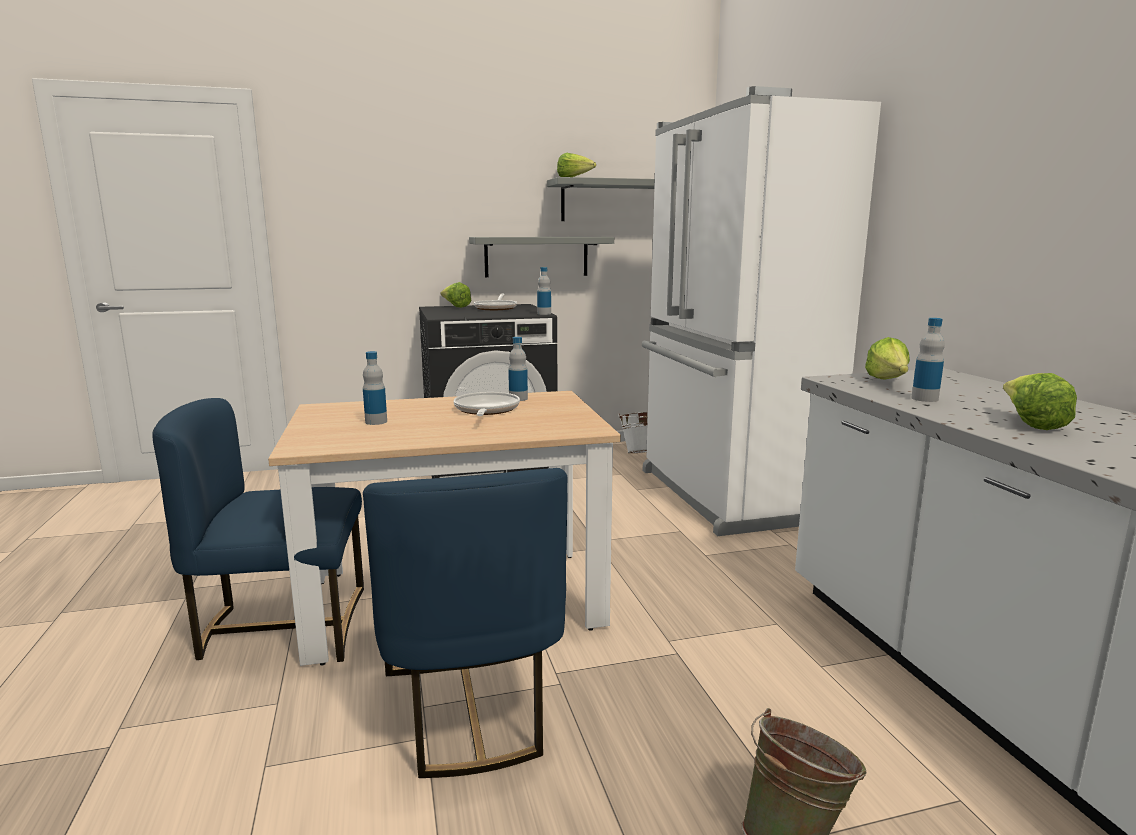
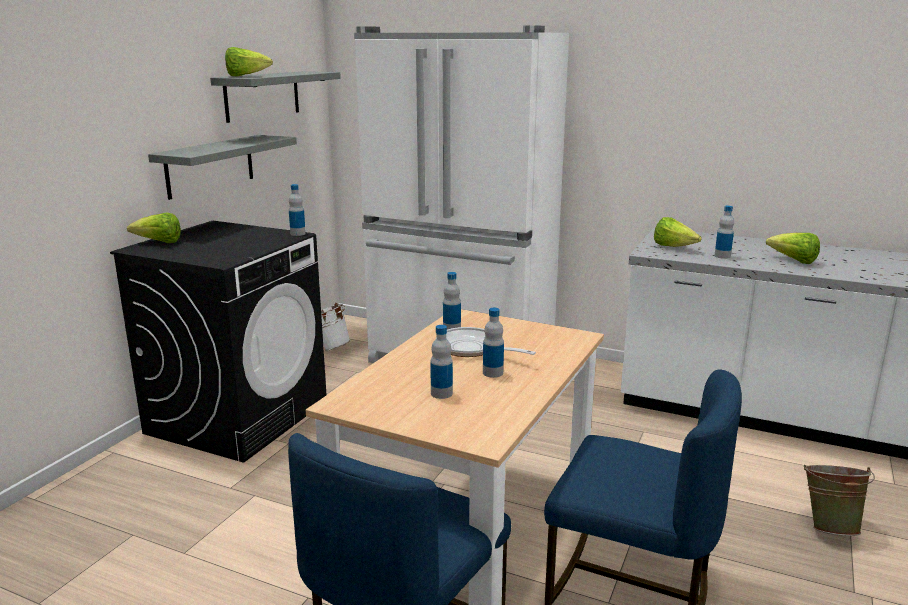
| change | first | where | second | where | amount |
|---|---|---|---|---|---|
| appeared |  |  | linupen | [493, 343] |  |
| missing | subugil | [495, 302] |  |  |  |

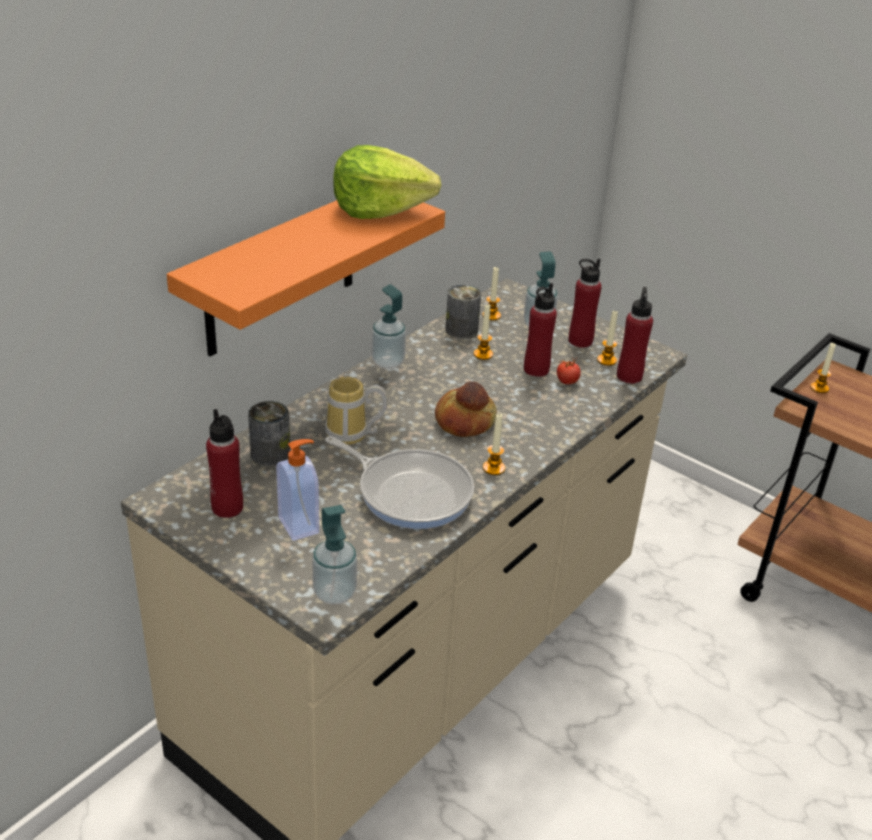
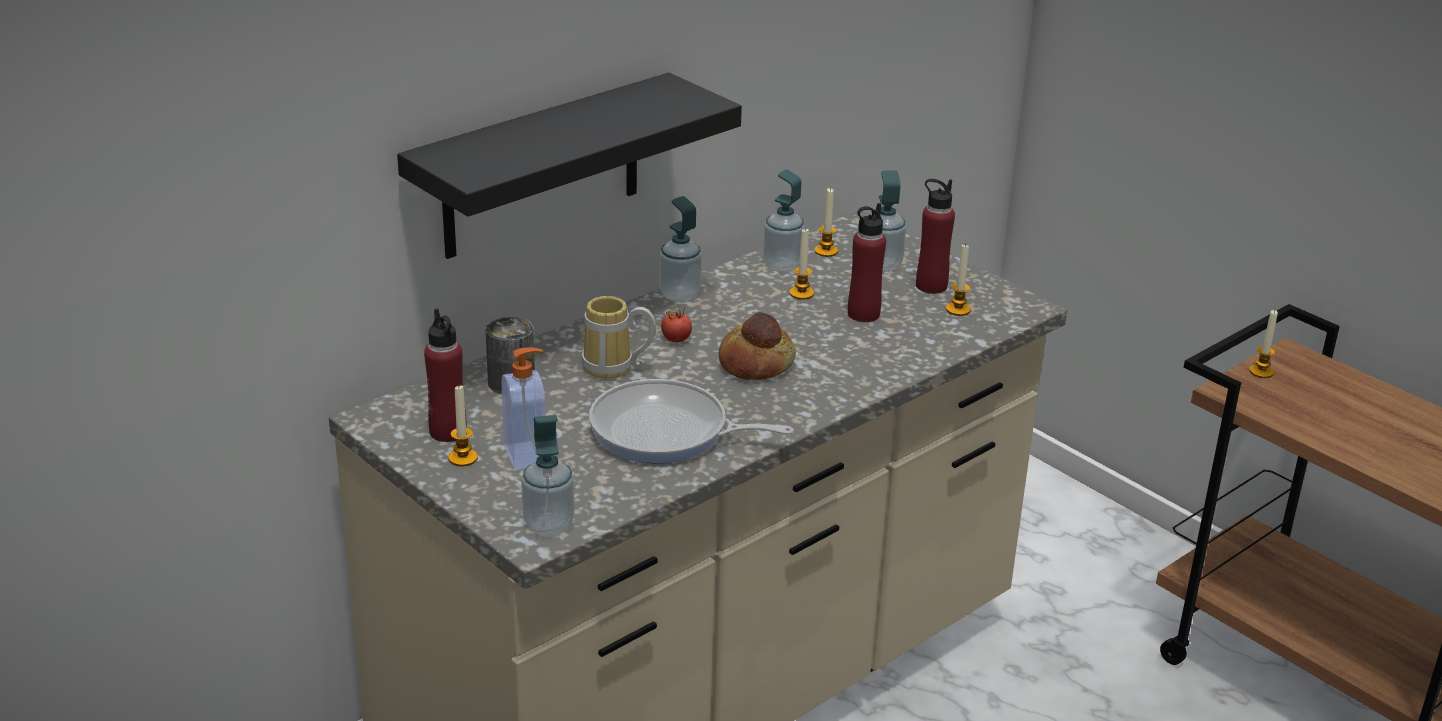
| change | first | where | second | where | amount |
|---|---|---|---|---|---|
| colour | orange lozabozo | [306, 278] | black lozabozo | [569, 166] |  |
| relocated | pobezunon | [494, 444] |  | [463, 425] |  |
| spun | subugil | [399, 482] |  | [691, 421] | 150 degrees clockwise |
| relocated | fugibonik | [569, 370] |  | [676, 324] |  |
| exchanged | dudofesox | [463, 311] | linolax | [784, 220] |  |
| missing | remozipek | [387, 182] |  |  |  |
| missing | red linupen | [635, 335] |  |  |  |

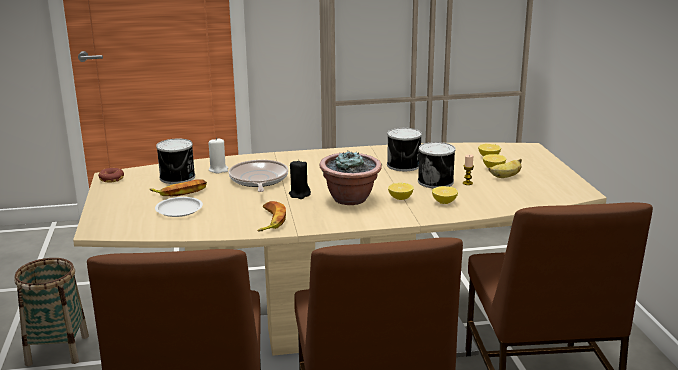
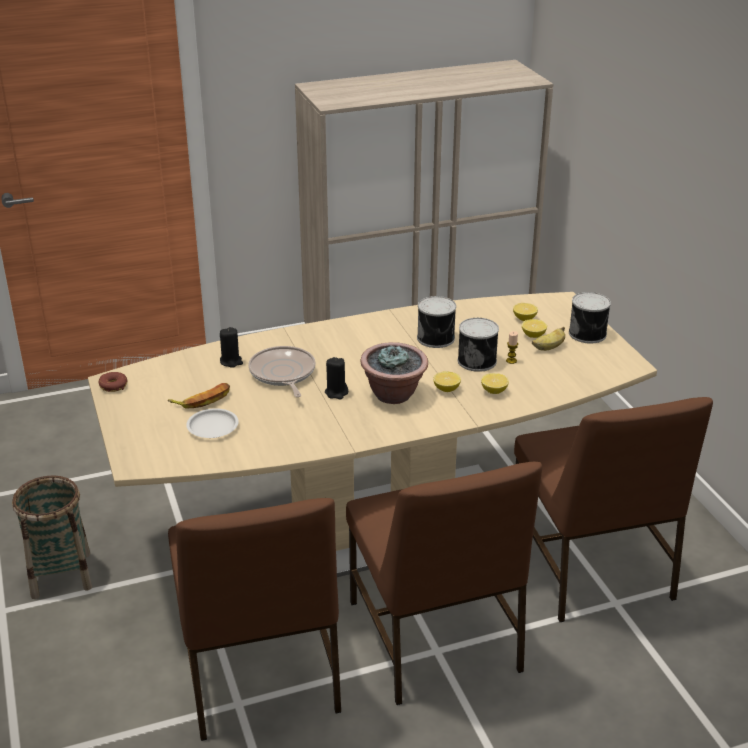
| change | first | where | second | where | amount |
|---|---|---|---|---|---|
| colour | white pobezunon | [218, 155] | black pobezunon | [231, 347] |  |
| relocated | dudofesox | [175, 161] |  | [590, 317] |  |
| missing | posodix | [271, 216] |  |  |  |

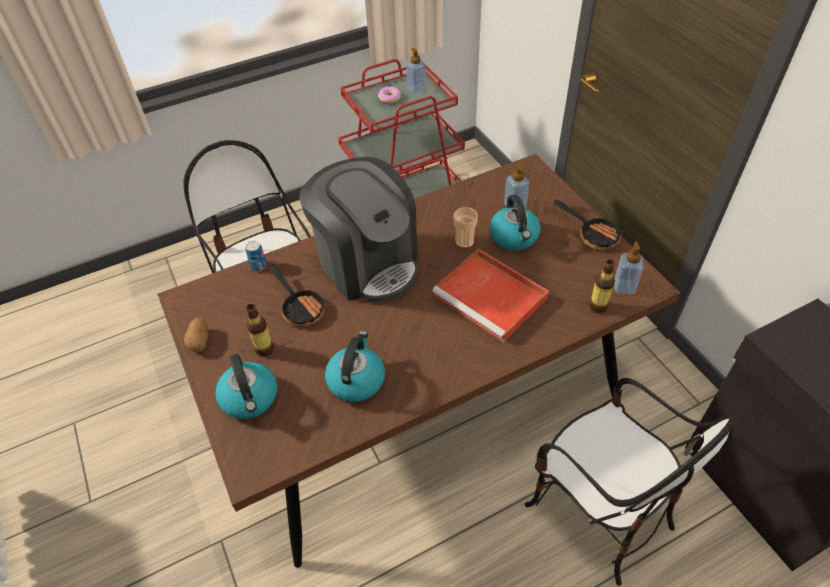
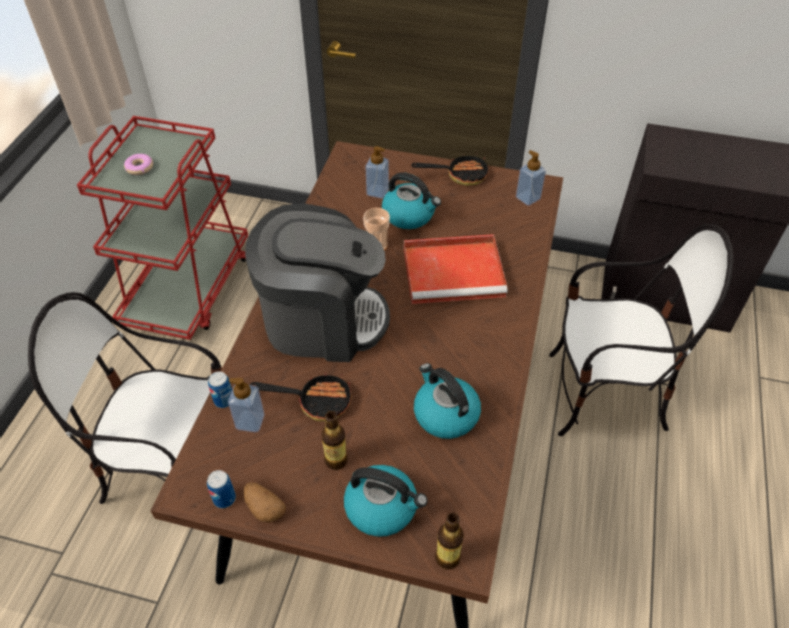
| change | first | where | second | where | amount |
|---|---|---|---|---|---|
| appeared |  |  | dudofesox | [221, 489] |  |
| relocated | linolax | [416, 71] |  | [246, 405] |  |
| relocated | linupen | [602, 286] |  | [449, 541] |  |

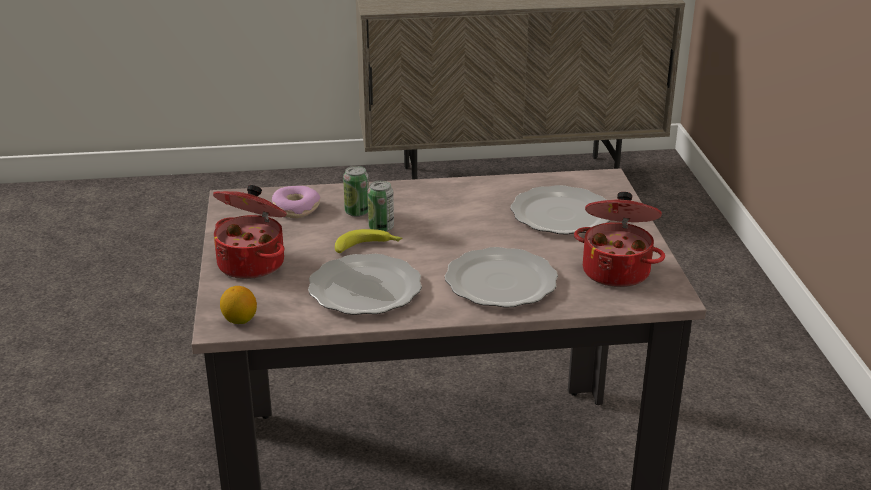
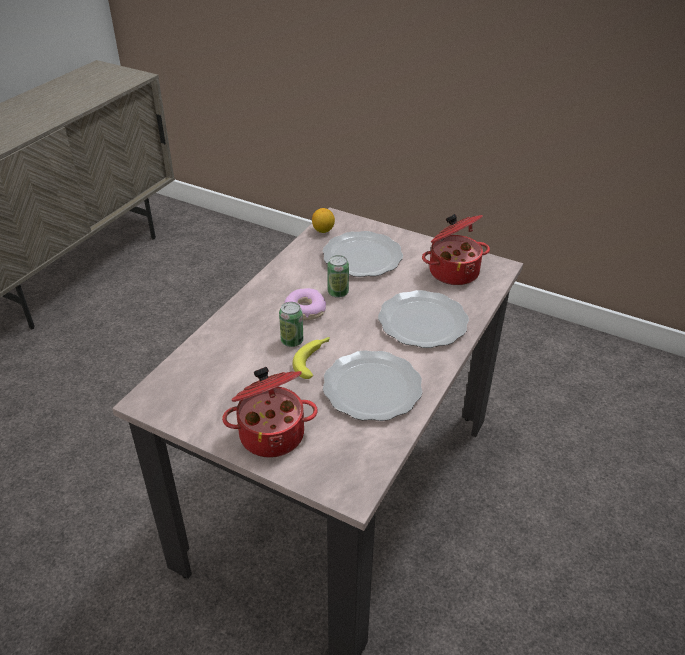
| change | first | where | second | where | amount |
|---|---|---|---|---|---|
| relocated | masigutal | [296, 202] |  | [305, 304] |  |
| relocated | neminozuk | [238, 305] |  | [323, 220] |  |
| relocated | dudofesox | [356, 191] |  | [338, 276] |  |

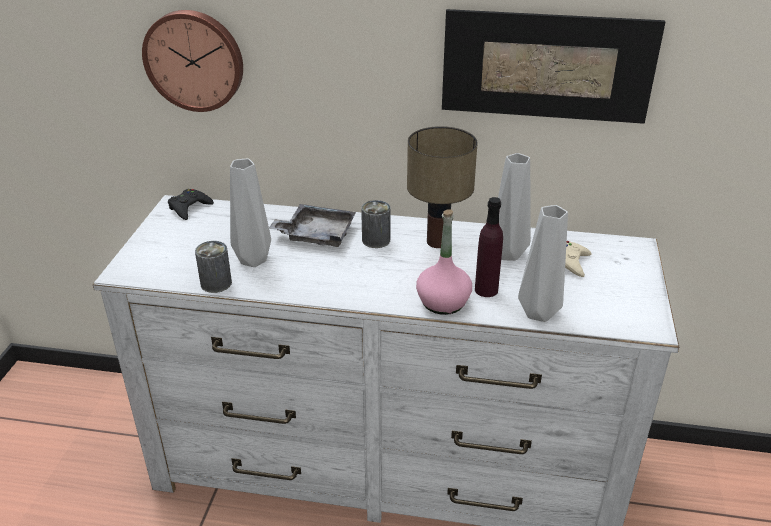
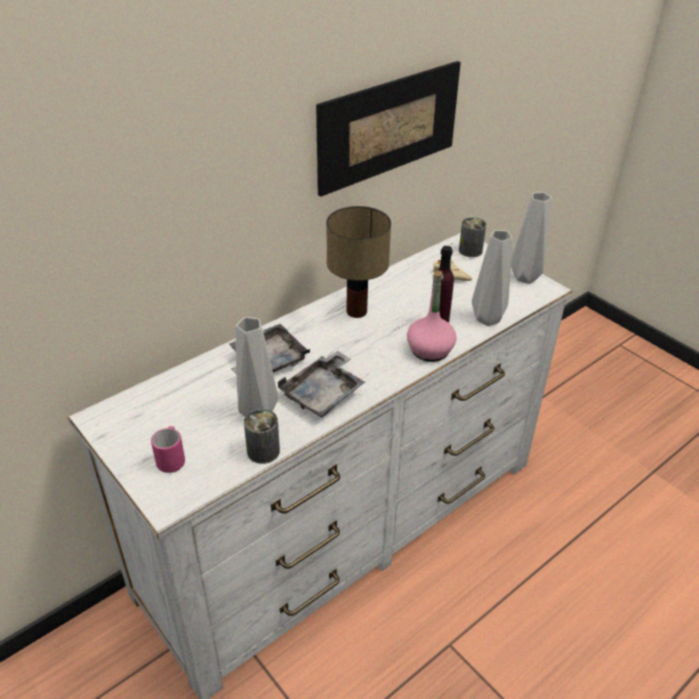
| change | first | where | second | where | amount |
|---|---|---|---|---|---|
| appeared |  |  | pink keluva | [168, 449] |  |
| appeared |  |  | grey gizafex | [321, 384] |  |
| relocated | dudofesox | [376, 224] |  | [472, 237] |  |
| relocated | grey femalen | [514, 207] |  | [531, 238] |  |
| missing | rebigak | [192, 61] |  |  |  |
| missing | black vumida | [191, 204] |  |  |  |

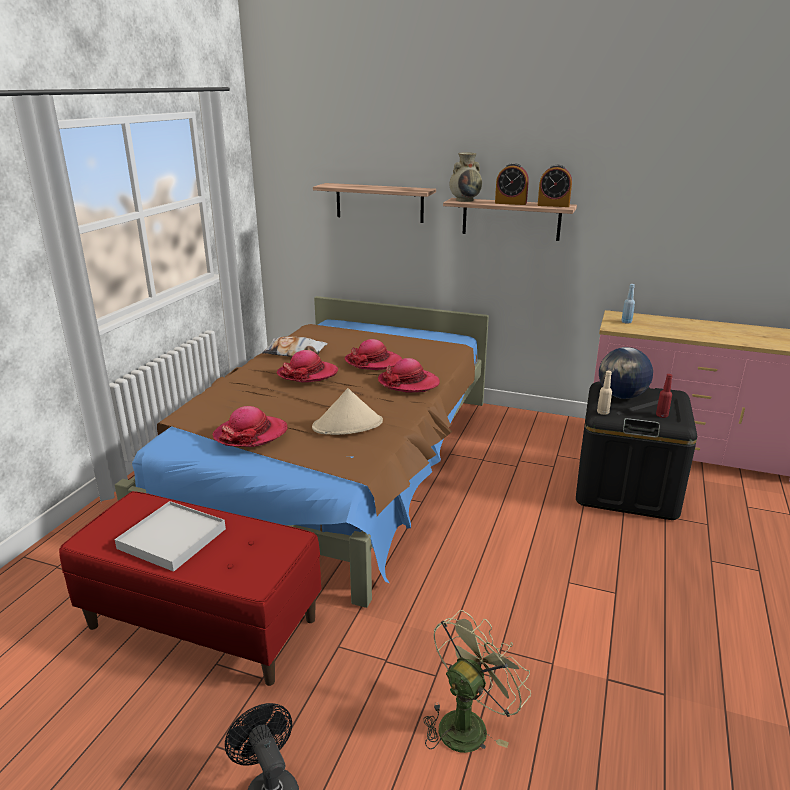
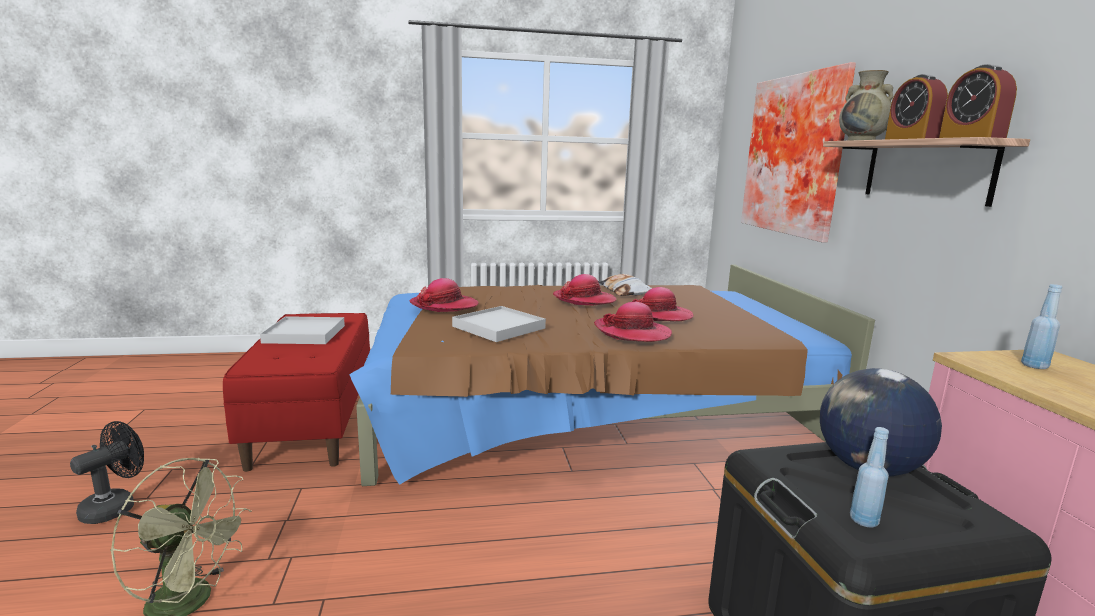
| change | first | where | second | where | amount |
|---|---|---|---|---|---|
| exchanged | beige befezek | [347, 411] | white gizafex | [499, 324] |  |
| exchanged | lozabozo | [374, 203] | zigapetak | [798, 152] |  |
| colour | red linupen | [664, 396] | blue linupen | [869, 477] |  |
| missing | beige linupen | [604, 393] |  |  |  |

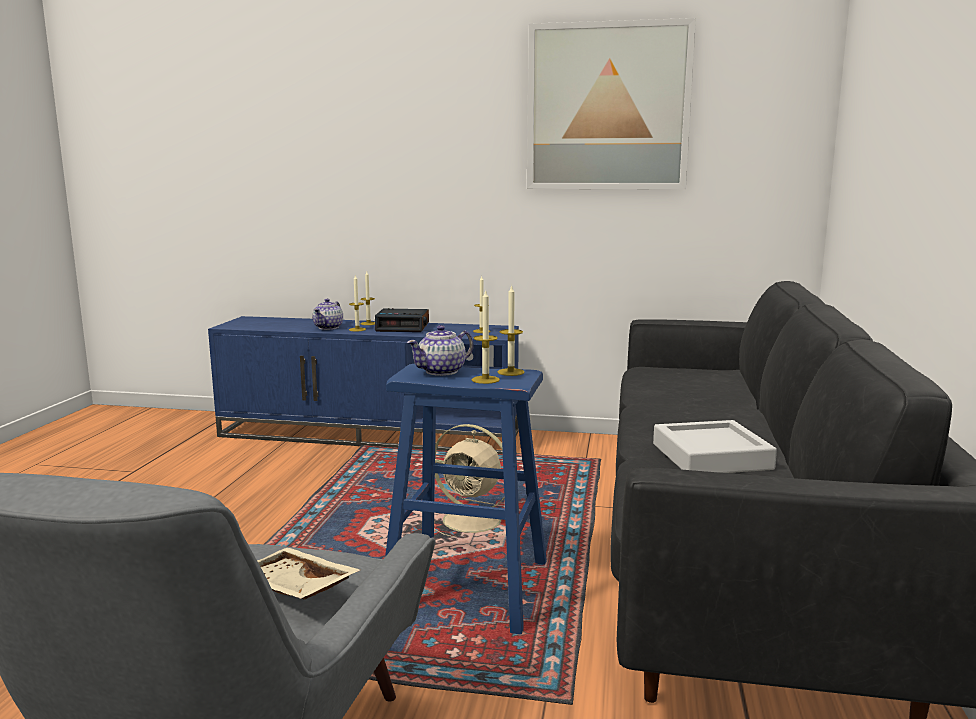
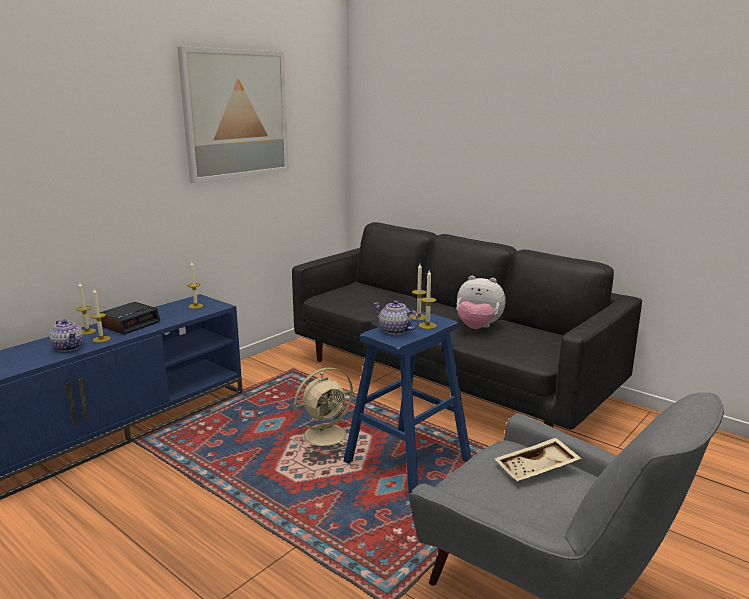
| change | first | where | second | where | amount |
|---|---|---|---|---|---|
| spun | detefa | [440, 350] |  | [396, 317] | 135 degrees clockwise |
| exchanged | grey gizafex | [715, 446] | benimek | [481, 302] |  |

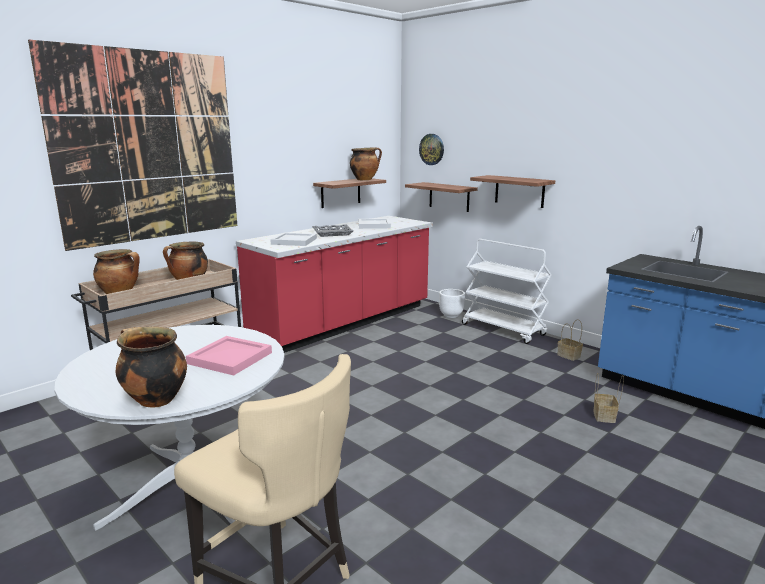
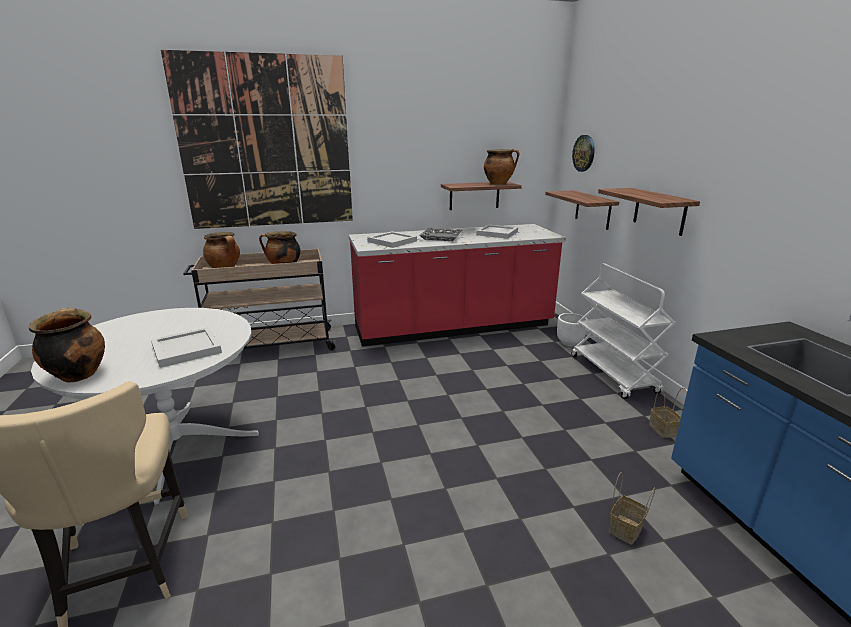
| change | first | where | second | where | amount |
|---|---|---|---|---|---|
| colour | pink gizafex | [229, 355] | white gizafex | [186, 347] |  |

